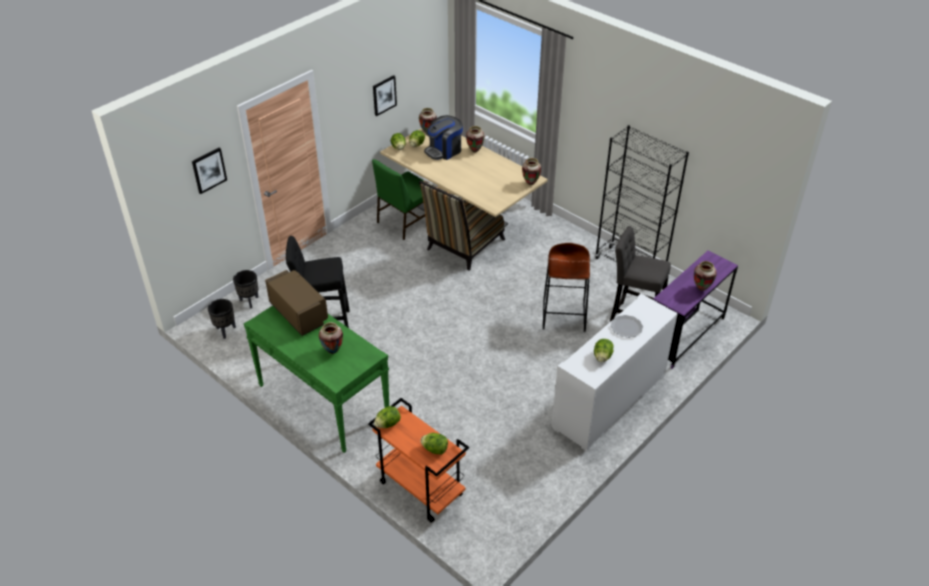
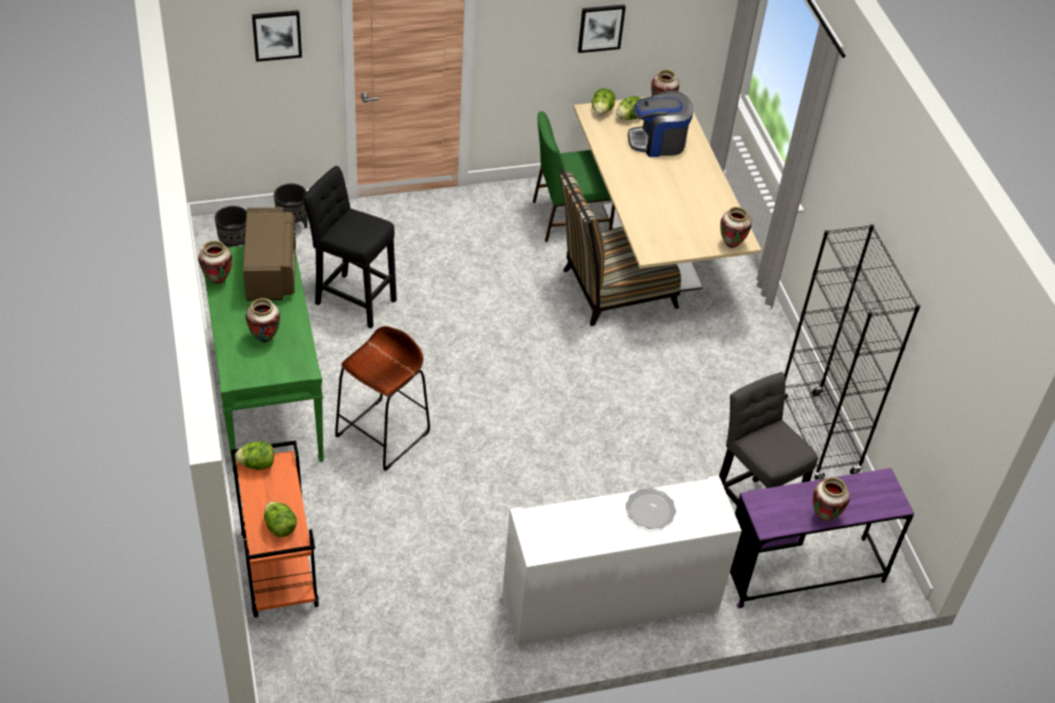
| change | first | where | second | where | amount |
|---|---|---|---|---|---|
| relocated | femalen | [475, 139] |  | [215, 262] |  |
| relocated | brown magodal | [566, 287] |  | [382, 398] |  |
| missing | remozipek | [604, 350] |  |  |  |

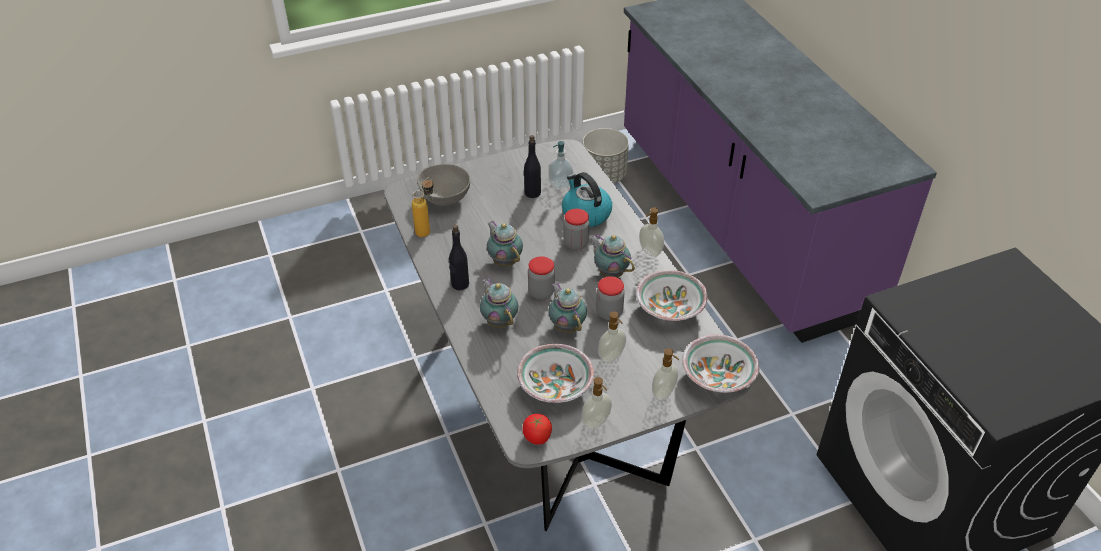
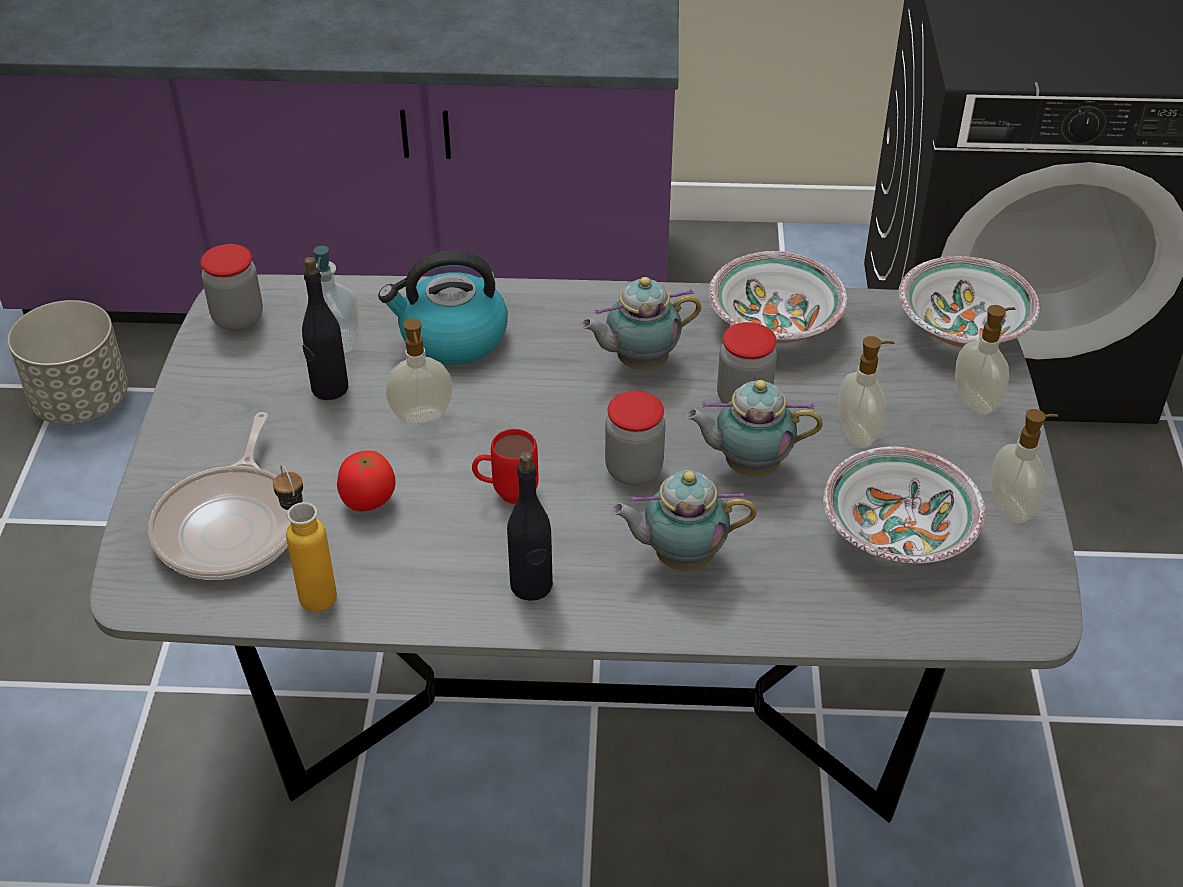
| change | first | where | second | where | amount |
|---|---|---|---|---|---|
| exchanged | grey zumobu | [443, 185] | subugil | [219, 496] |  |
| relocated | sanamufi | [576, 229] |  | [231, 287] |  |
| relocated | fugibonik | [537, 429] |  | [366, 481] |  |
| relocated | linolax | [651, 232] |  | [419, 371] |  |
| exchanged | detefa | [505, 243] | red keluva | [505, 466] |  |

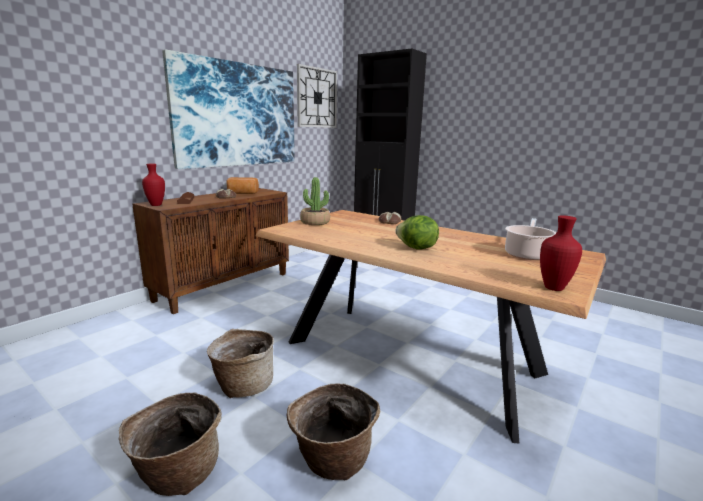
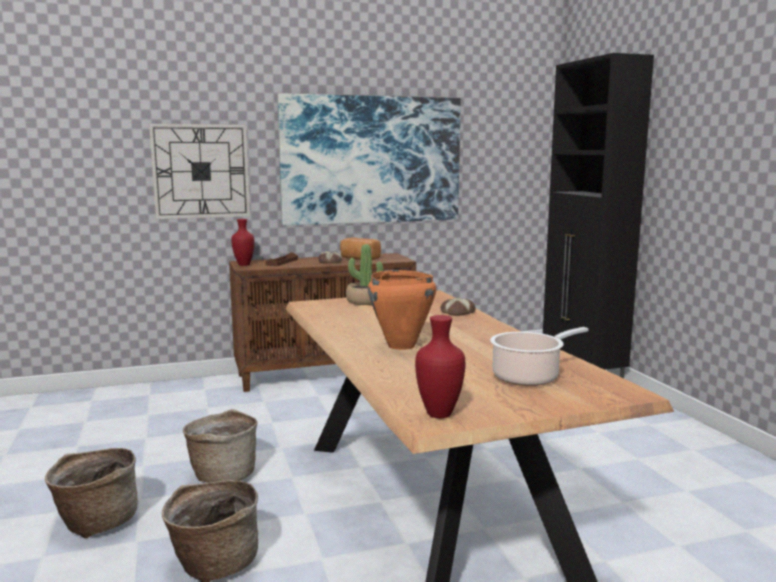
| change | first | where | second | where | amount |
|---|---|---|---|---|---|
| relocated | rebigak | [317, 96] |  | [199, 171] |  |
| exchanged | remozipek | [417, 232] | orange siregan | [402, 310] |  |

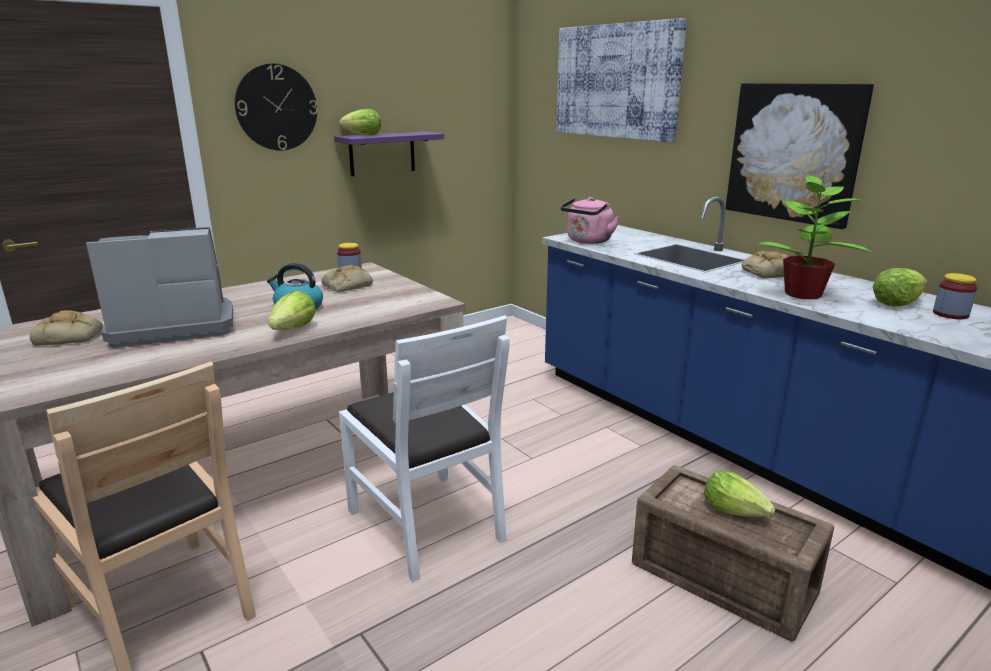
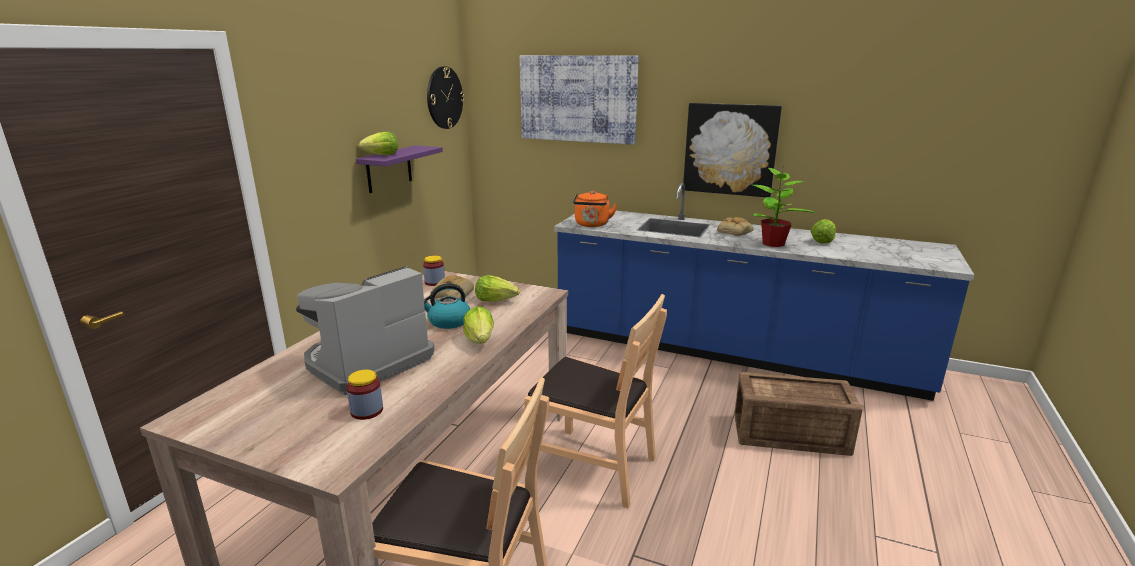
| change | first | where | second | where | amount |
|---|---|---|---|---|---|
| relocated | sanamufi | [955, 296] |  | [364, 395] |  |
| relocated | rebigak | [276, 106] |  | [446, 97] |  |
| relocated | remozipek | [739, 493] |  | [497, 288] |  |
| colour | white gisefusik | [424, 448] | brown gisefusik | [595, 401] |  |
| colour | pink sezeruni | [590, 220] | orange sezeruni | [595, 209] |  |
| missing | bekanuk | [67, 328] |  |  |  |

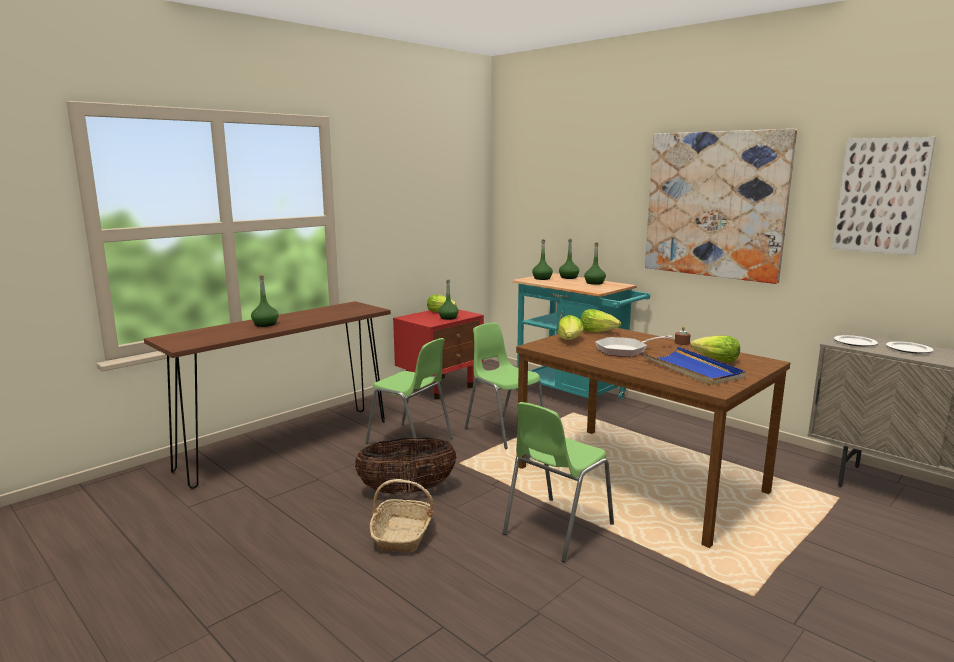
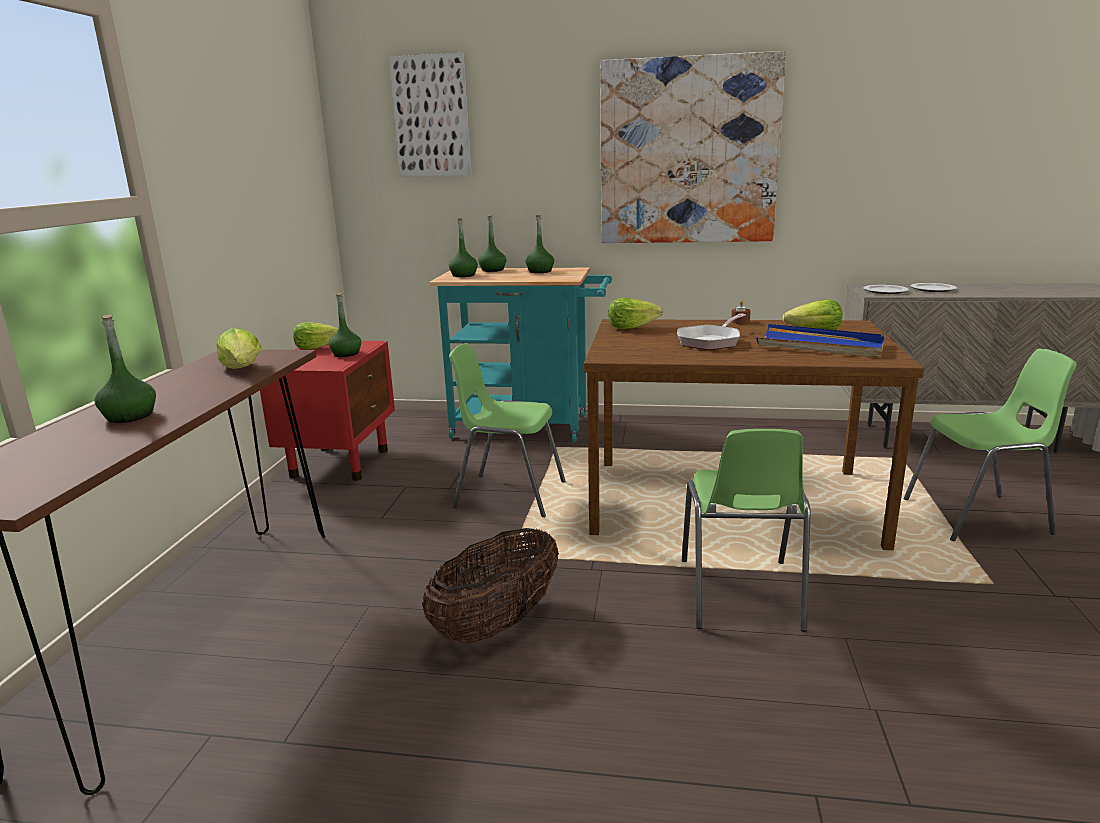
| change | first | where | second | where | amount |
|---|---|---|---|---|---|
| relocated | remozipek | [571, 327] |  | [239, 348] |  |
| relocated | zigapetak | [884, 196] |  | [430, 115] |  |
| relocated | green gisefusik | [409, 394] |  | [990, 444] |  |
| missing | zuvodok | [402, 516] |  |  |  |

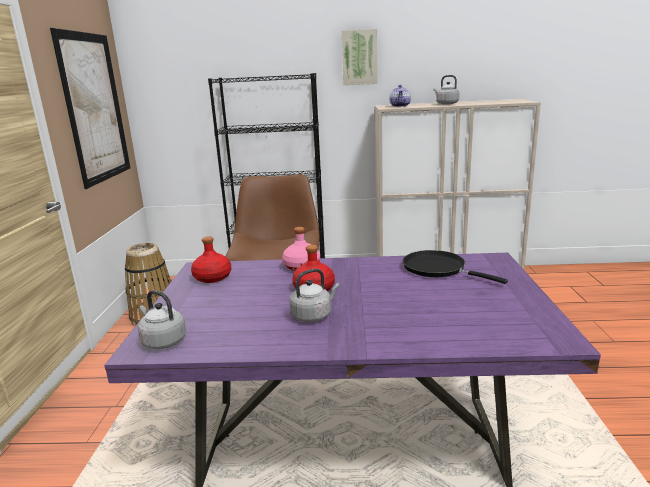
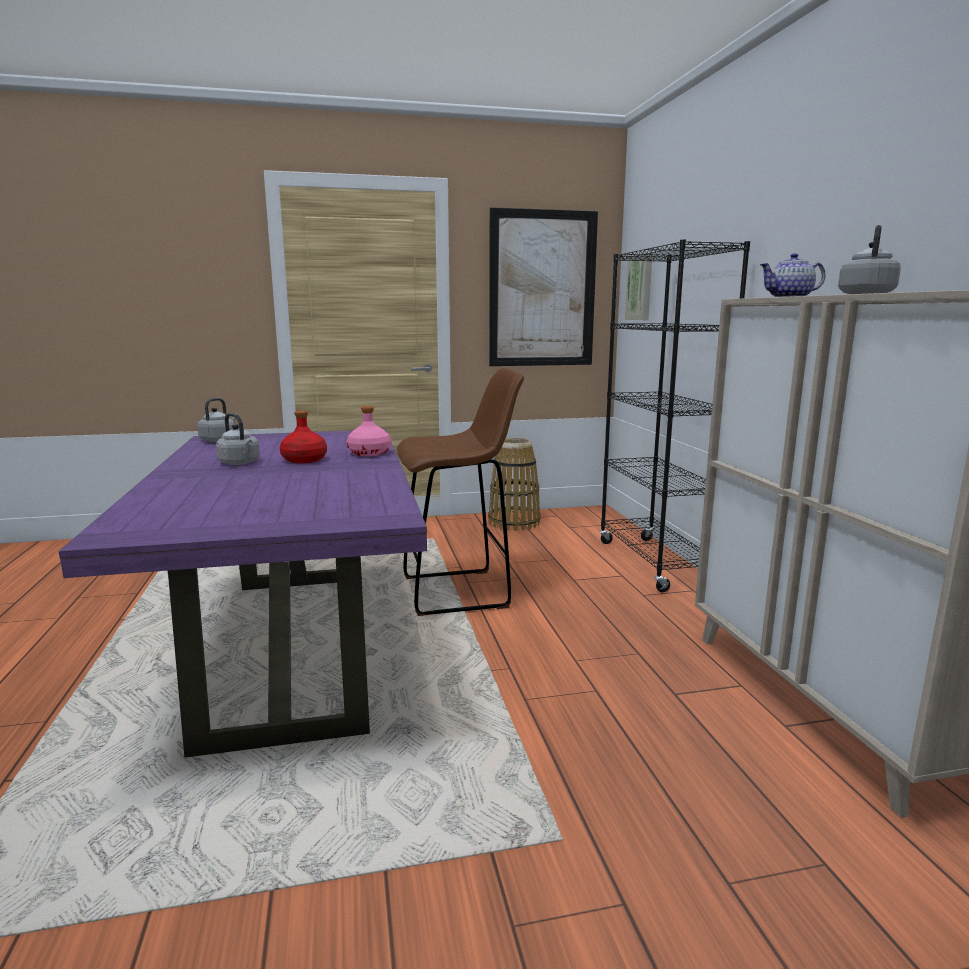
| change | first | where | second | where | amount |
|---|---|---|---|---|---|
| relocated | zigapetak | [359, 57] |  | [639, 286] |  |
| missing | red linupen | [211, 259] |  |  |  |
| missing | black subugil | [455, 267] |  |  |  |

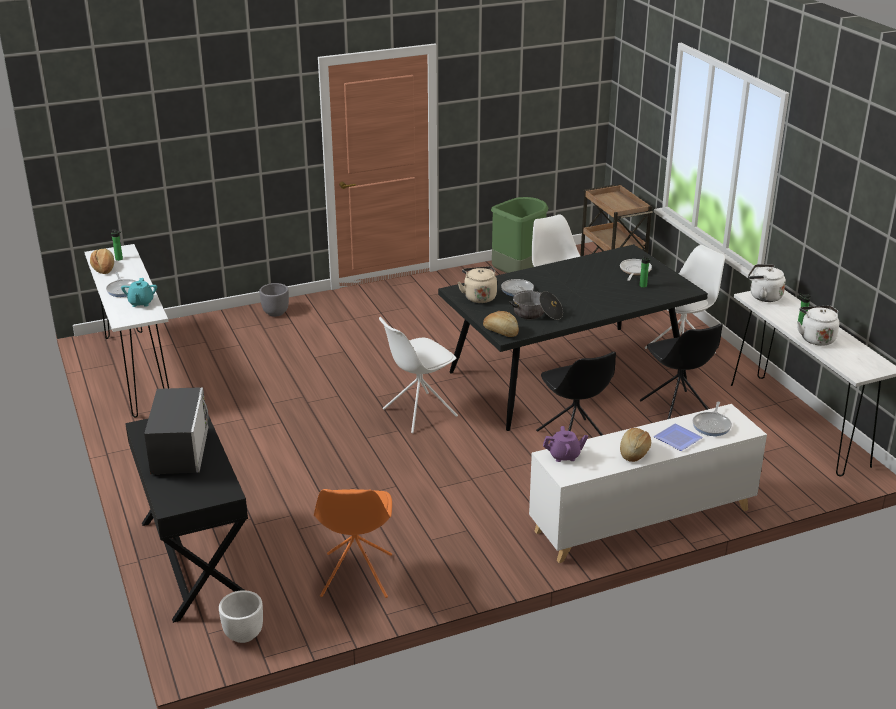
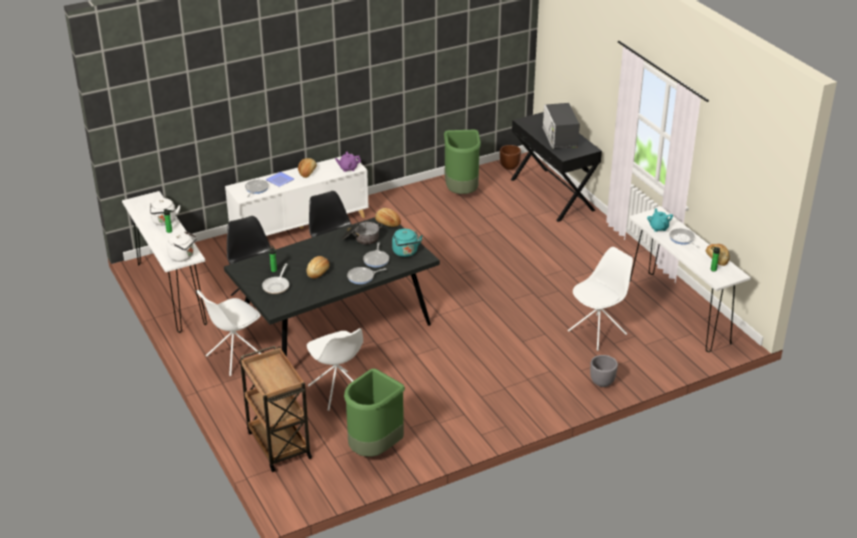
| change | first | where | second | where | amount |
|---|---|---|---|---|---|
| appeared |  |  | bekanuk | [318, 267] |  |
| appeared |  |  | subugil | [366, 275] |  |
| colour | beige sezeruni | [477, 284] | turquoise sezeruni | [407, 243] |  |
| exchanged | orange gisefusik | [353, 543] | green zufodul | [462, 162] |  |
| colour | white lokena | [241, 616] | brown lokena | [510, 157] |  |
| relocated | white gisefusik | [418, 375] |  | [600, 299] |  |

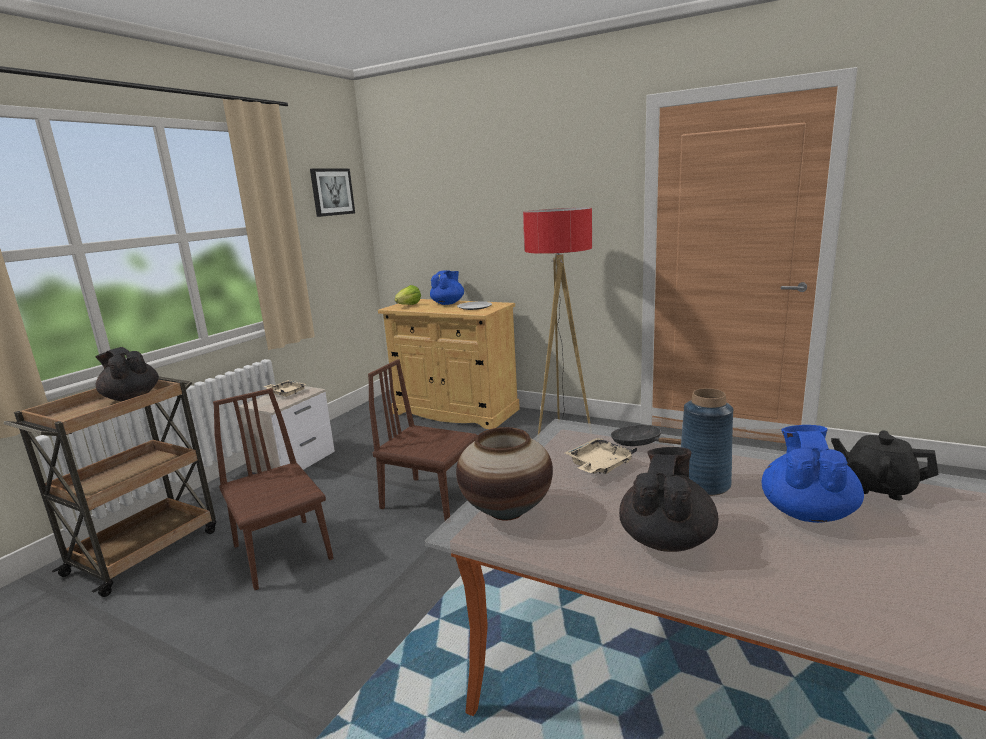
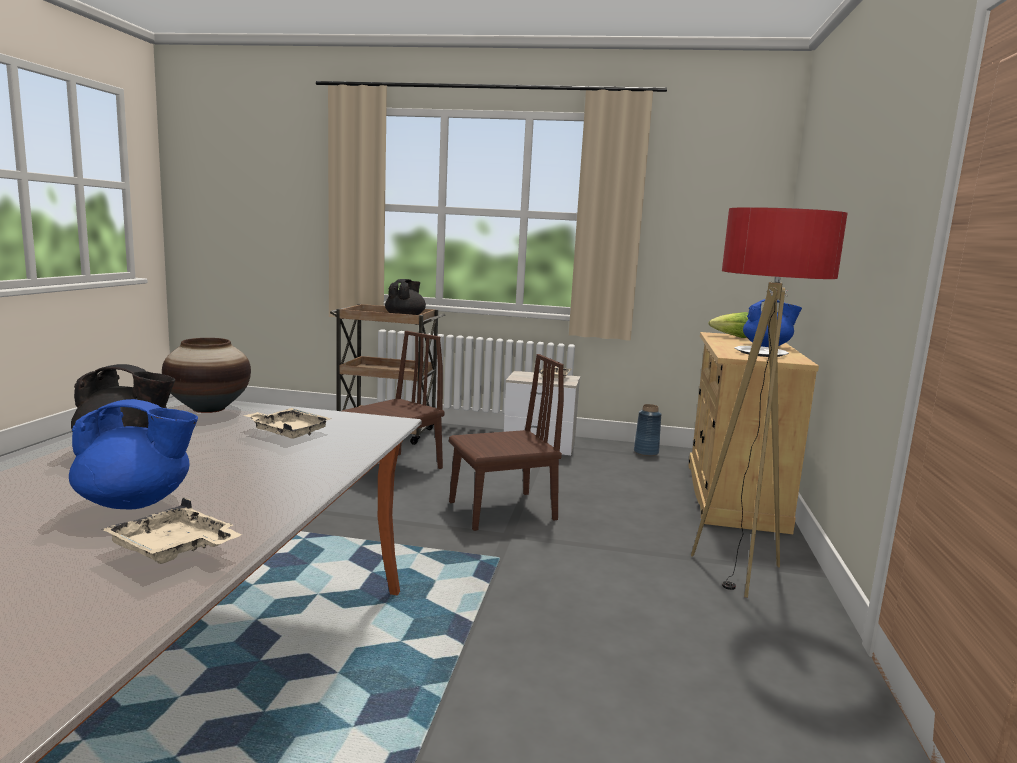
| change | first | where | second | where | amount |
|---|---|---|---|---|---|
| exchanged | black detefa | [885, 465] | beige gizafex | [172, 531] |  |
| spun | brown gisefusik | [423, 440] |  | [506, 442] | 60 degrees clockwise |
| relocated | blue femalen | [707, 442] |  | [648, 430] |  |
| missing | zigapetak | [332, 193] |  |  |  |
| missing | black subugil | [646, 435] |  |  |  |

